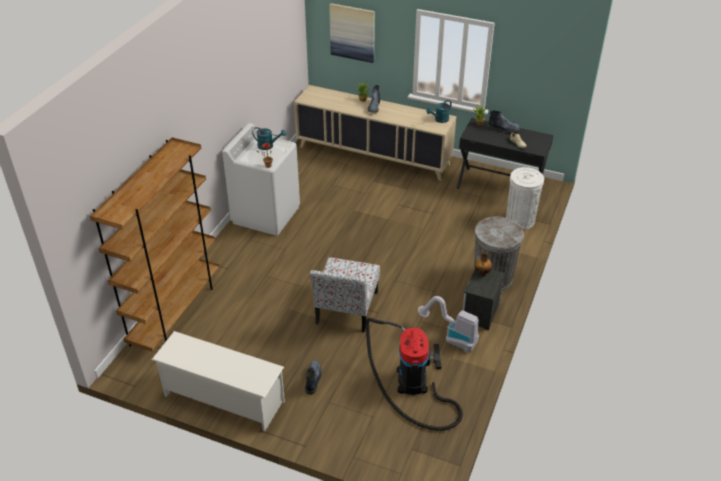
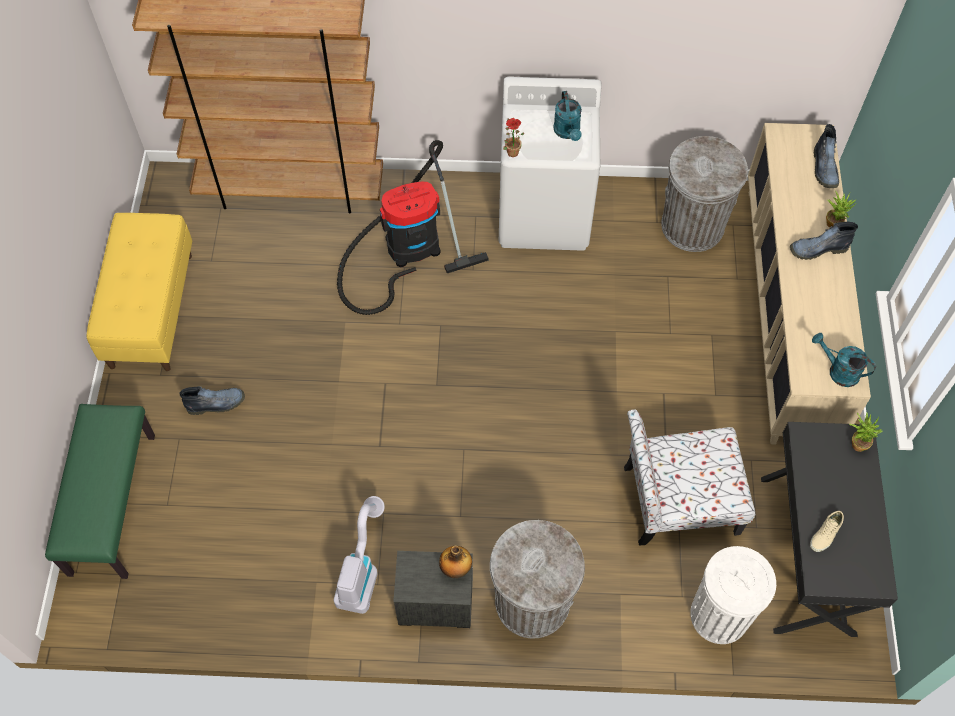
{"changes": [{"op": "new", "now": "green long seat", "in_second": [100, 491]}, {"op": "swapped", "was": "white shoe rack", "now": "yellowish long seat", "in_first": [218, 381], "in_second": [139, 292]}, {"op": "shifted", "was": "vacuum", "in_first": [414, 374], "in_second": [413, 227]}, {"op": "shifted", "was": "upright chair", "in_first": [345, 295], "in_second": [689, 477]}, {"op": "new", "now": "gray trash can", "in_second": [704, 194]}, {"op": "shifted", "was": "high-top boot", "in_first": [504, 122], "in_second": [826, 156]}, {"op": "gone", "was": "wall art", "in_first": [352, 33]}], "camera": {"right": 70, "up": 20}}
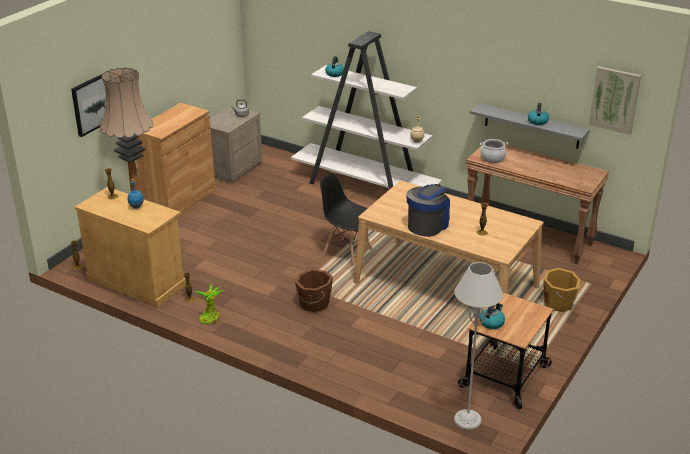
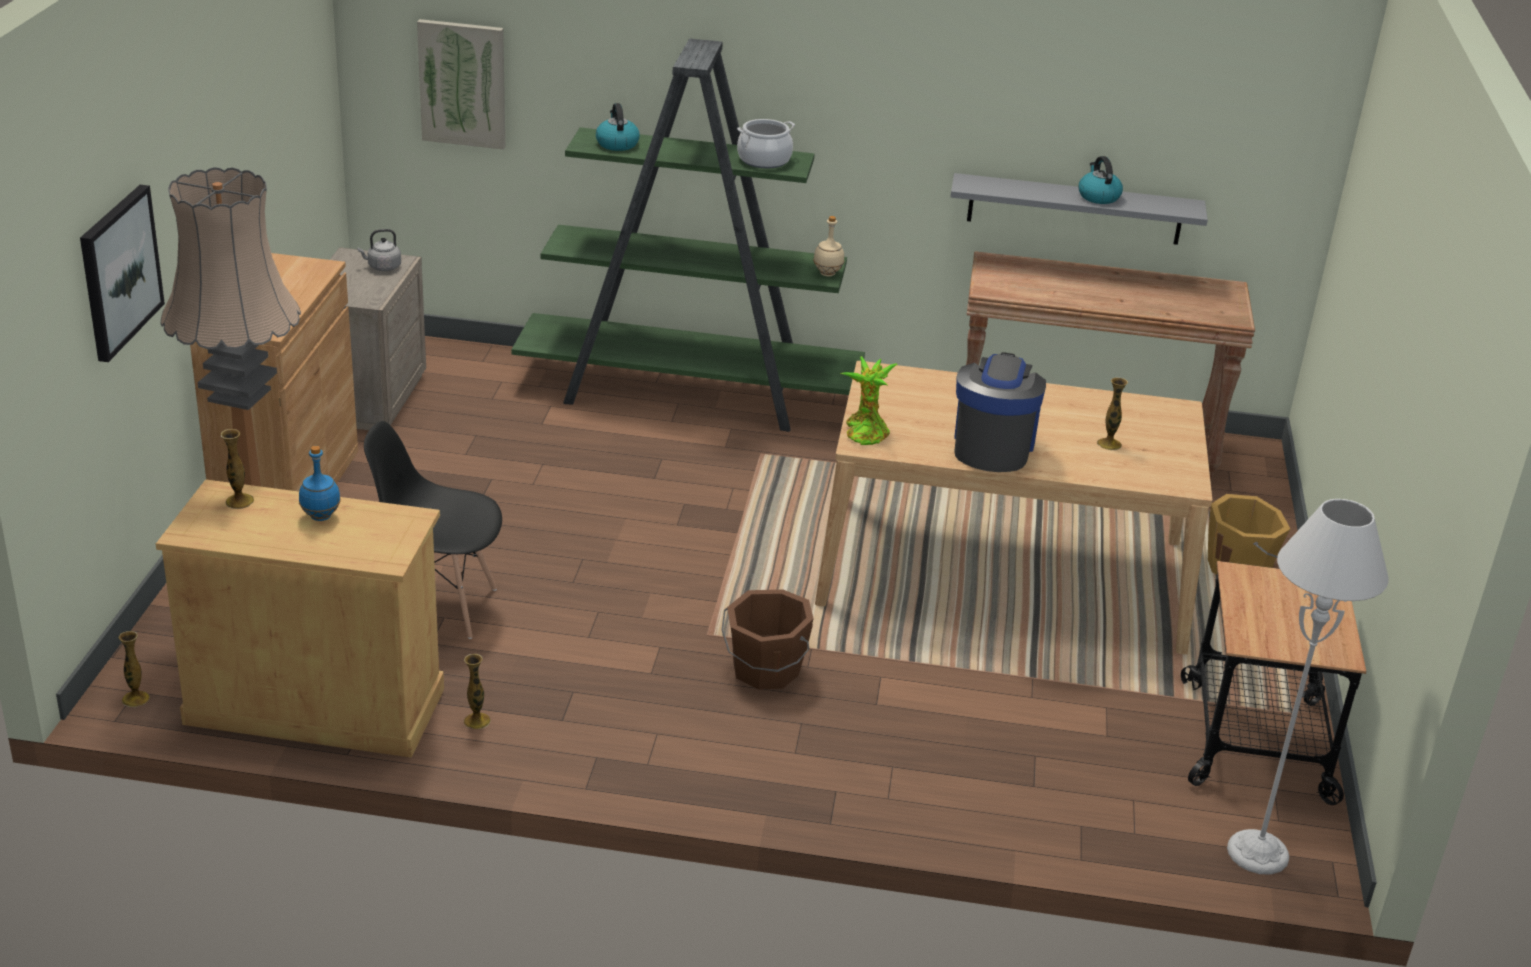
{"changes": [{"op": "shifted", "was": "black upright chair", "in_first": [346, 219], "in_second": [433, 530]}, {"op": "shifted", "was": "wall art", "in_first": [615, 100], "in_second": [461, 84]}, {"op": "repainted", "was": "white bookshelf", "now": "green bookshelf", "in_first": [366, 110], "in_second": [688, 235]}, {"op": "shifted", "was": "saucepot", "in_first": [494, 151], "in_second": [766, 143]}, {"op": "shifted", "was": "plant in a pot", "in_first": [209, 304], "in_second": [869, 400]}, {"op": "gone", "was": "tea kettle", "in_first": [492, 316]}], "camera": {"right": -25, "up": 0}}
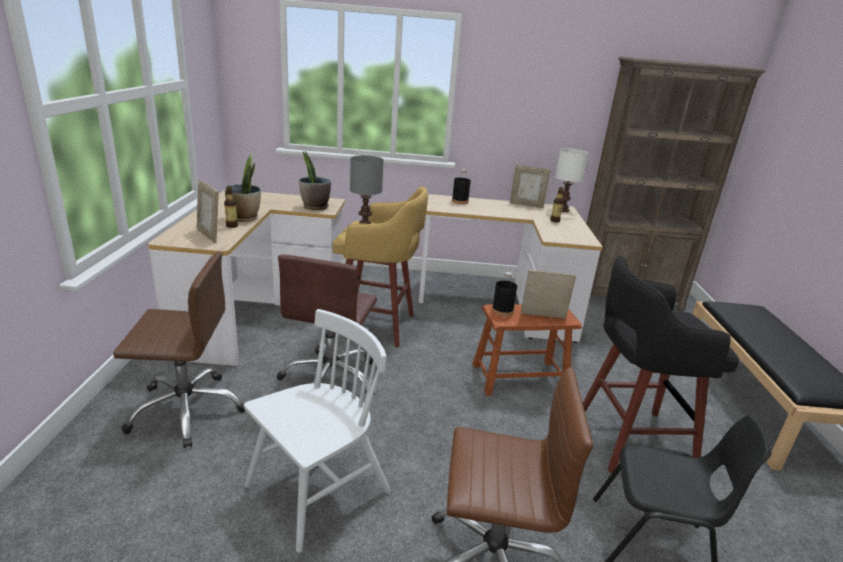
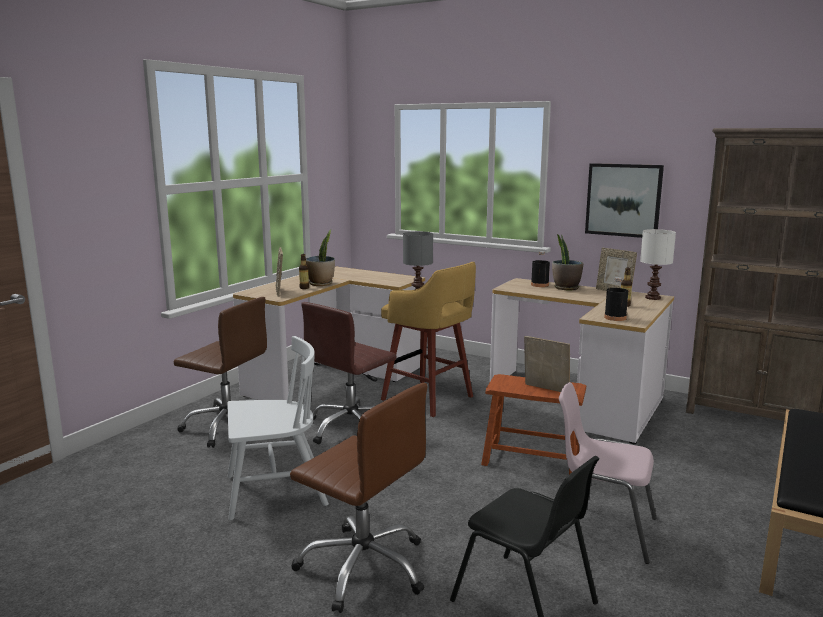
{"changes": [{"op": "shifted", "was": "plant in a pot", "in_first": [315, 180], "in_second": [567, 262]}, {"op": "swapped", "was": "black sitting stool", "now": "pinkish upright chair", "in_first": [661, 364], "in_second": [608, 473]}, {"op": "new", "now": "wall art", "in_second": [624, 200]}, {"op": "shifted", "was": "black beverage bottle", "in_first": [504, 294], "in_second": [616, 299]}], "camera": {"right": 30, "up": -10}}
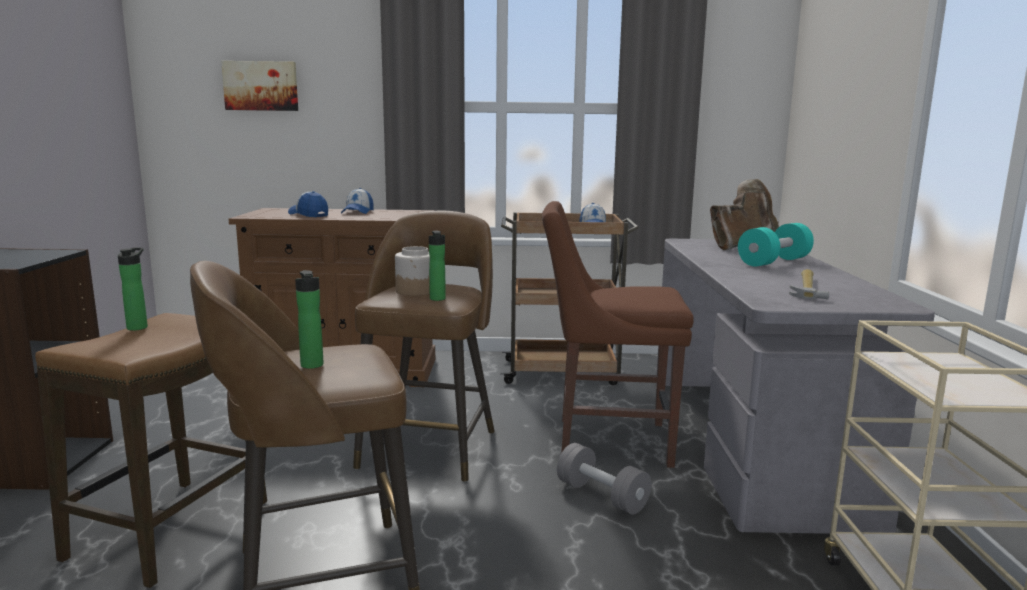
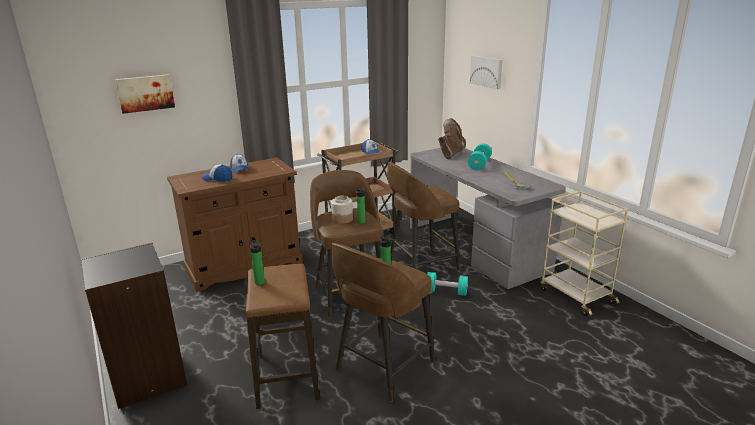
{"changes": [{"op": "swapped", "was": "brownish upright chair", "now": "brownish sitting stool", "in_first": [618, 334], "in_second": [423, 216]}, {"op": "repainted", "was": "gray free weight", "now": "blue-green free weight", "in_first": [604, 478], "in_second": [447, 284]}, {"op": "new", "now": "wall art", "in_second": [486, 72]}], "camera": {"right": -30, "up": 10}}
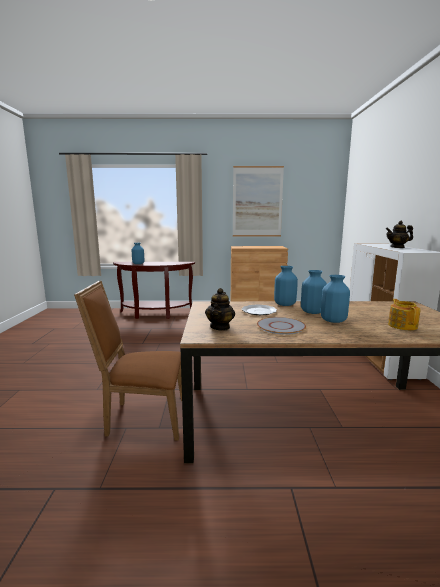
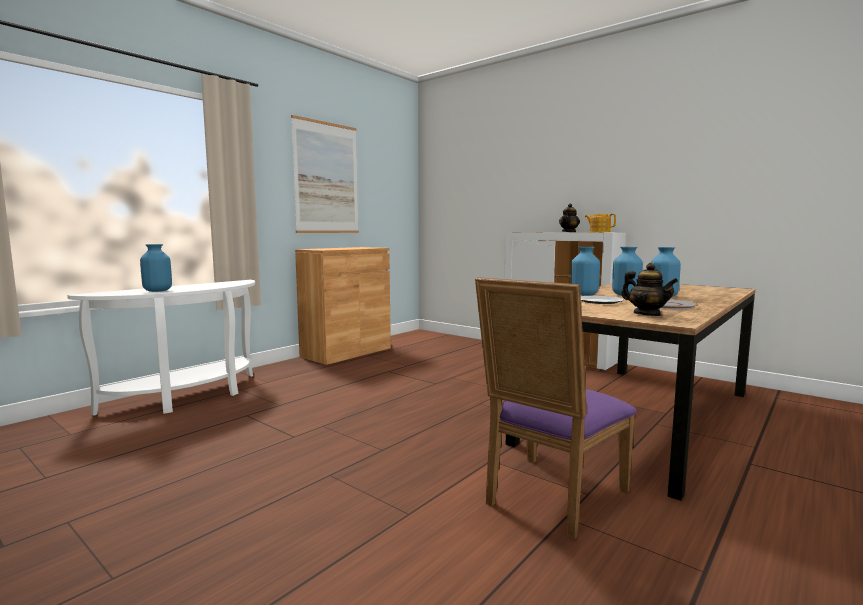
{"changes": [{"op": "repainted", "was": "brownish console table", "now": "white console table", "in_first": [154, 290], "in_second": [161, 348]}, {"op": "repainted", "was": "brownish upright chair", "now": "purple upright chair", "in_first": [128, 361], "in_second": [556, 408]}, {"op": "shifted", "was": "tea pot", "in_first": [404, 314], "in_second": [600, 223]}], "camera": {"right": -50, "up": -5}}
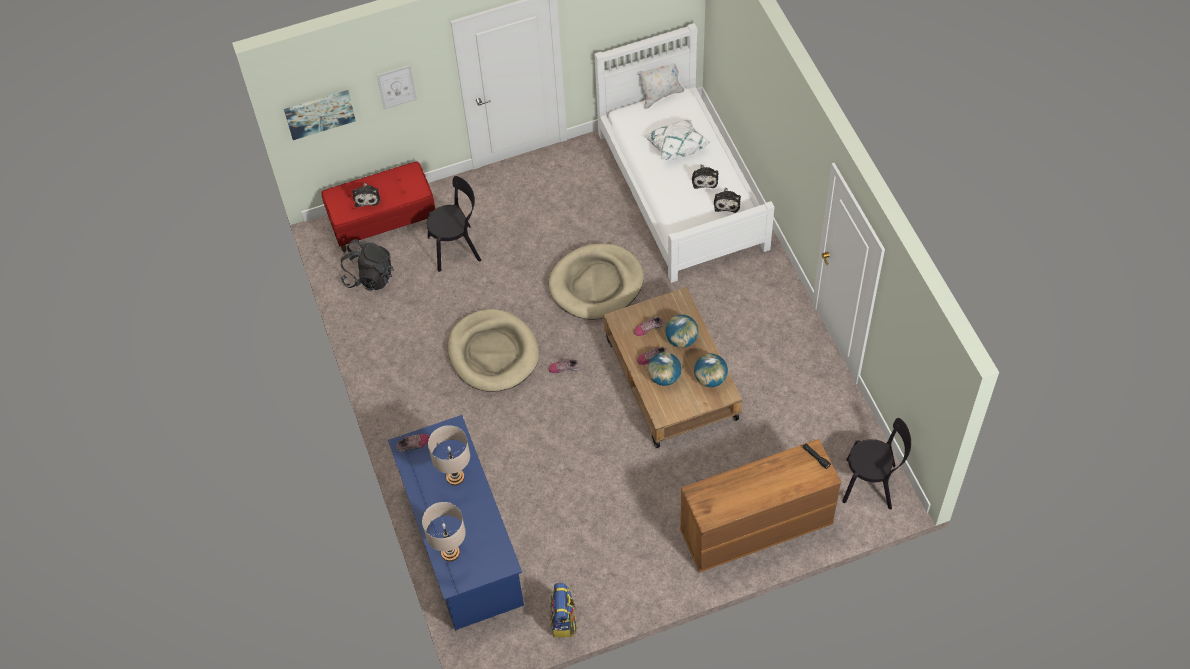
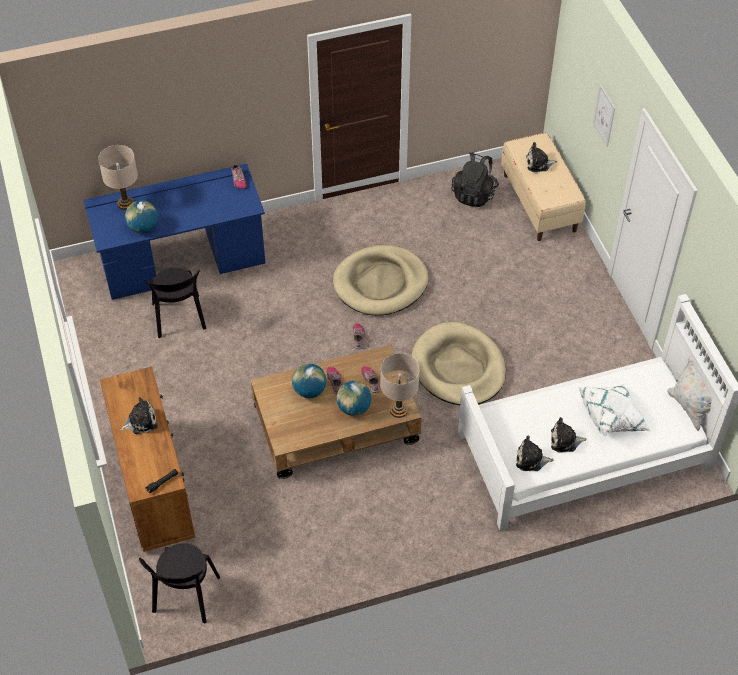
{"changes": [{"op": "new", "now": "plush toy", "in_second": [139, 415]}, {"op": "shifted", "was": "world globe", "in_first": [711, 370], "in_second": [141, 216]}, {"op": "shifted", "was": "black upright chair", "in_first": [454, 224], "in_second": [175, 303]}, {"op": "shifted", "was": "beige-coloured table lamp", "in_first": [449, 455], "in_second": [400, 385]}, {"op": "repainted", "was": "red long seat", "now": "beige-coloured long seat", "in_first": [378, 207], "in_second": [543, 187]}, {"op": "gone", "was": "wall art", "in_first": [320, 115]}, {"op": "gone", "was": "rucksack", "in_first": [563, 610]}], "camera": {"right": 90, "up": -5}}
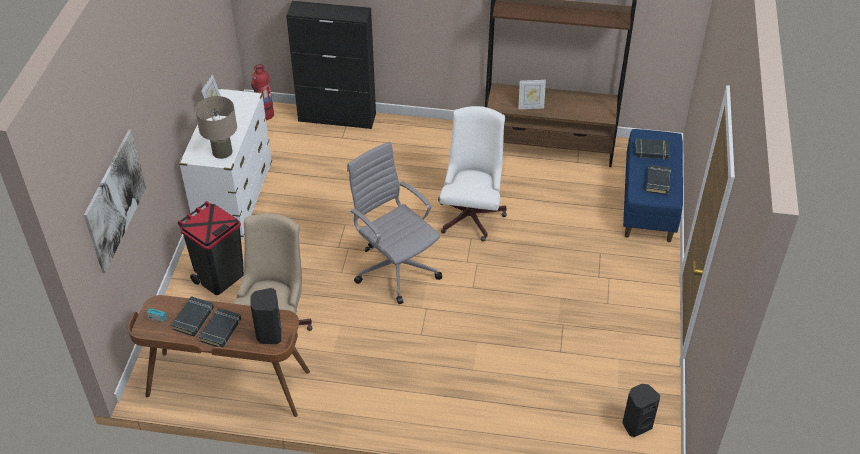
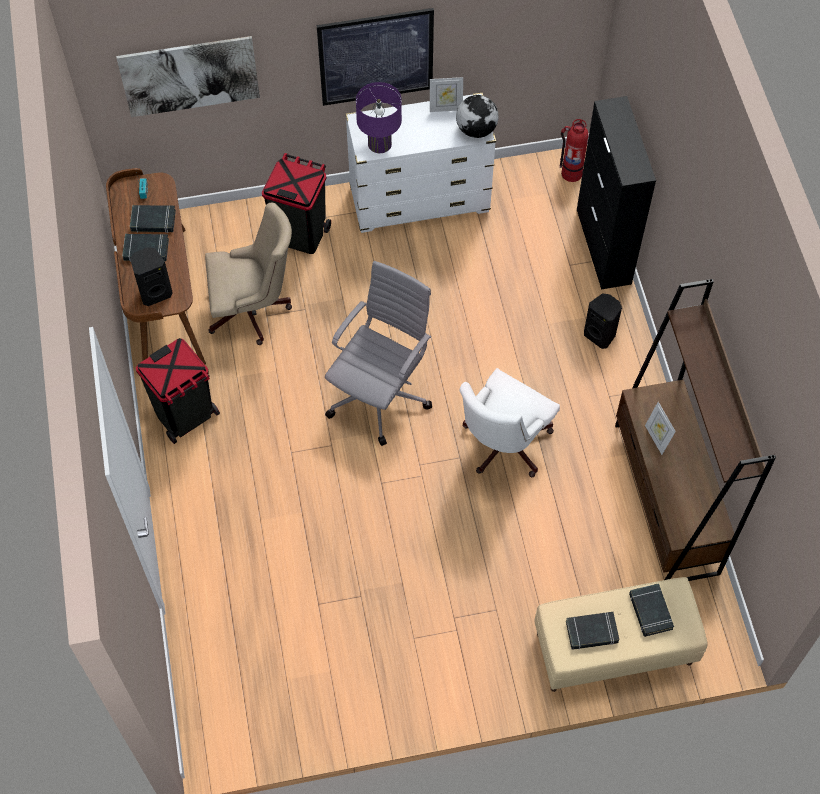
{"changes": [{"op": "new", "now": "black trash can", "in_second": [178, 391]}, {"op": "new", "now": "wall art", "in_second": [375, 57]}, {"op": "repainted", "was": "beige-coloured table lamp", "now": "purple table lamp", "in_first": [216, 127], "in_second": [379, 117]}, {"op": "new", "now": "world globe", "in_second": [477, 116]}, {"op": "rotated", "was": "white computer chair", "in_first": [472, 174], "in_second": [510, 422], "clockwise": 135}, {"op": "repainted", "was": "bluish long seat", "now": "beige-coloured long seat", "in_first": [653, 185], "in_second": [621, 634]}, {"op": "shifted", "was": "black speaker", "in_first": [641, 410], "in_second": [603, 321]}], "camera": {"right": 70, "up": 15}}
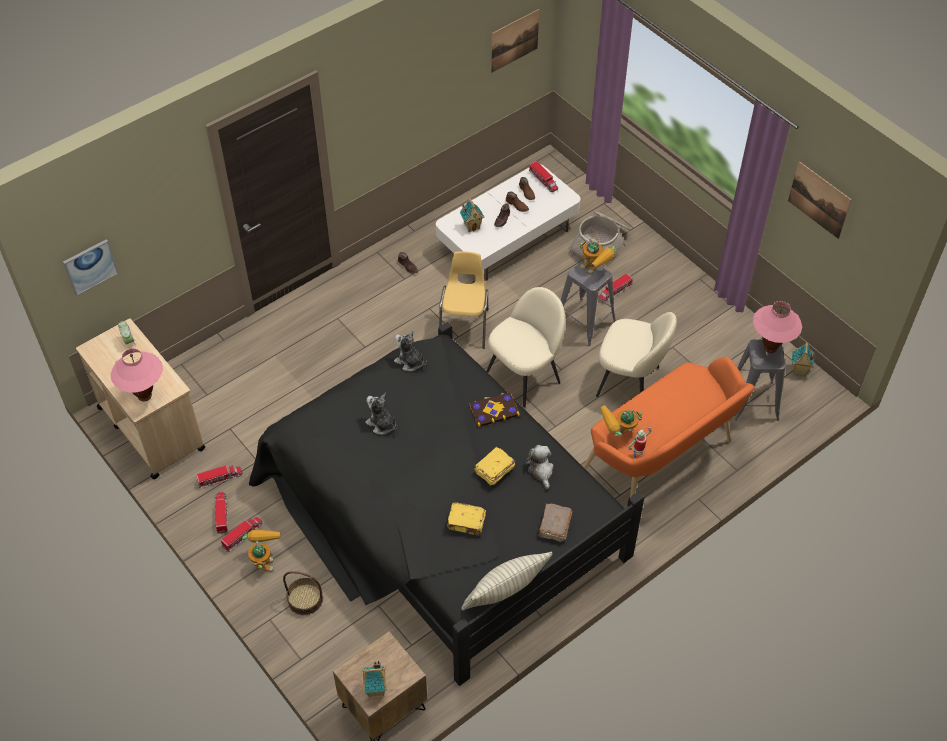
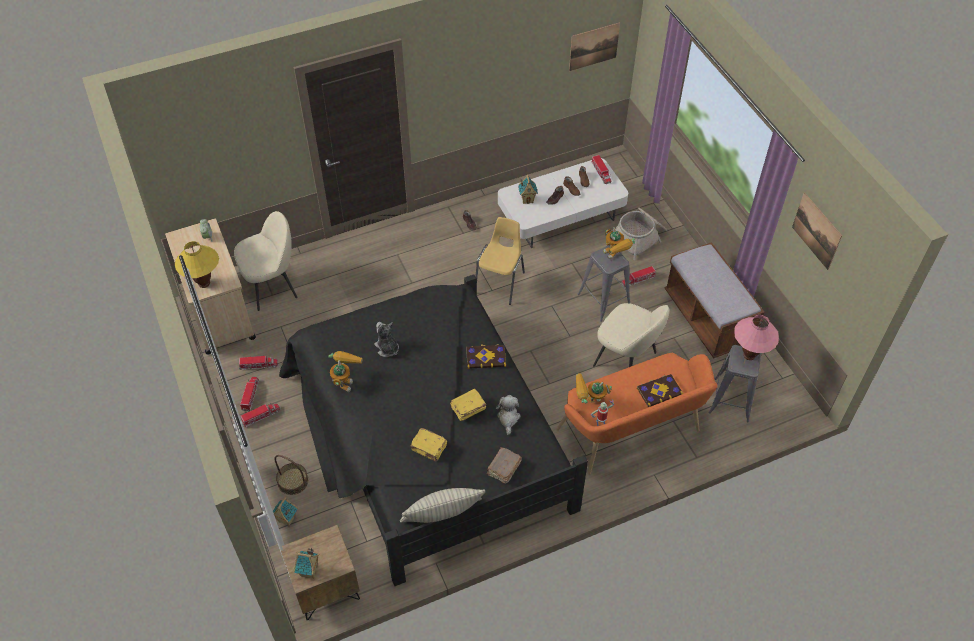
{"changes": [{"op": "repainted", "was": "pinkish table lamp", "now": "yellowish table lamp", "in_first": [136, 375], "in_second": [197, 264]}, {"op": "shifted", "was": "beige-coloured upright chair", "in_first": [525, 347], "in_second": [265, 261]}, {"op": "shifted", "was": "miniature house", "in_first": [803, 359], "in_second": [285, 512]}, {"op": "shifted", "was": "toy robot", "in_first": [261, 551], "in_second": [345, 371]}, {"op": "new", "now": "book", "in_second": [660, 390]}, {"op": "new", "now": "brownish long seat", "in_second": [715, 300]}, {"op": "gone", "was": "wall art", "in_first": [90, 267]}, {"op": "gone", "was": "plush toy", "in_first": [410, 351]}], "camera": {"right": 15, "up": 0}}
